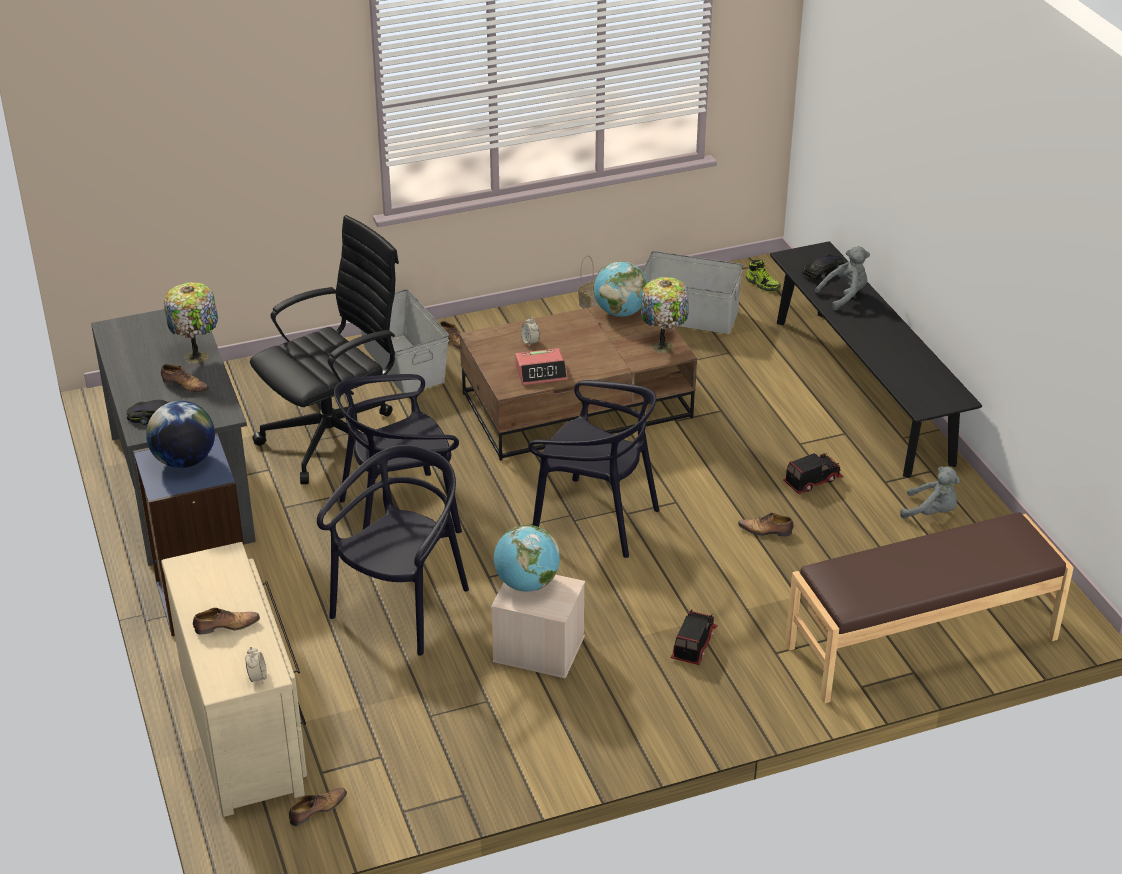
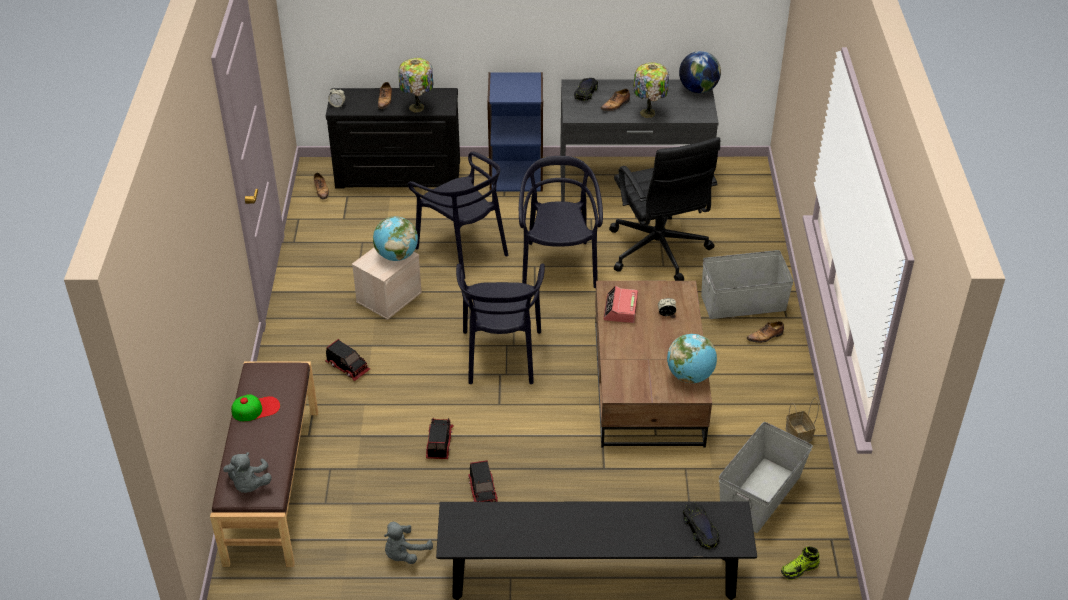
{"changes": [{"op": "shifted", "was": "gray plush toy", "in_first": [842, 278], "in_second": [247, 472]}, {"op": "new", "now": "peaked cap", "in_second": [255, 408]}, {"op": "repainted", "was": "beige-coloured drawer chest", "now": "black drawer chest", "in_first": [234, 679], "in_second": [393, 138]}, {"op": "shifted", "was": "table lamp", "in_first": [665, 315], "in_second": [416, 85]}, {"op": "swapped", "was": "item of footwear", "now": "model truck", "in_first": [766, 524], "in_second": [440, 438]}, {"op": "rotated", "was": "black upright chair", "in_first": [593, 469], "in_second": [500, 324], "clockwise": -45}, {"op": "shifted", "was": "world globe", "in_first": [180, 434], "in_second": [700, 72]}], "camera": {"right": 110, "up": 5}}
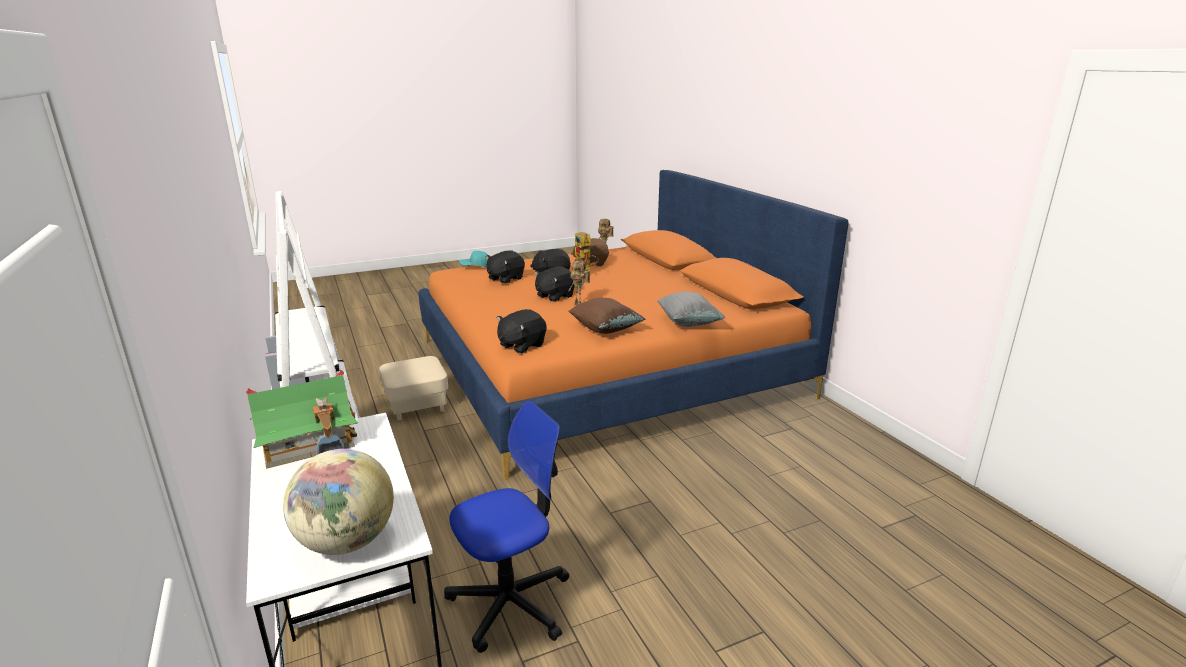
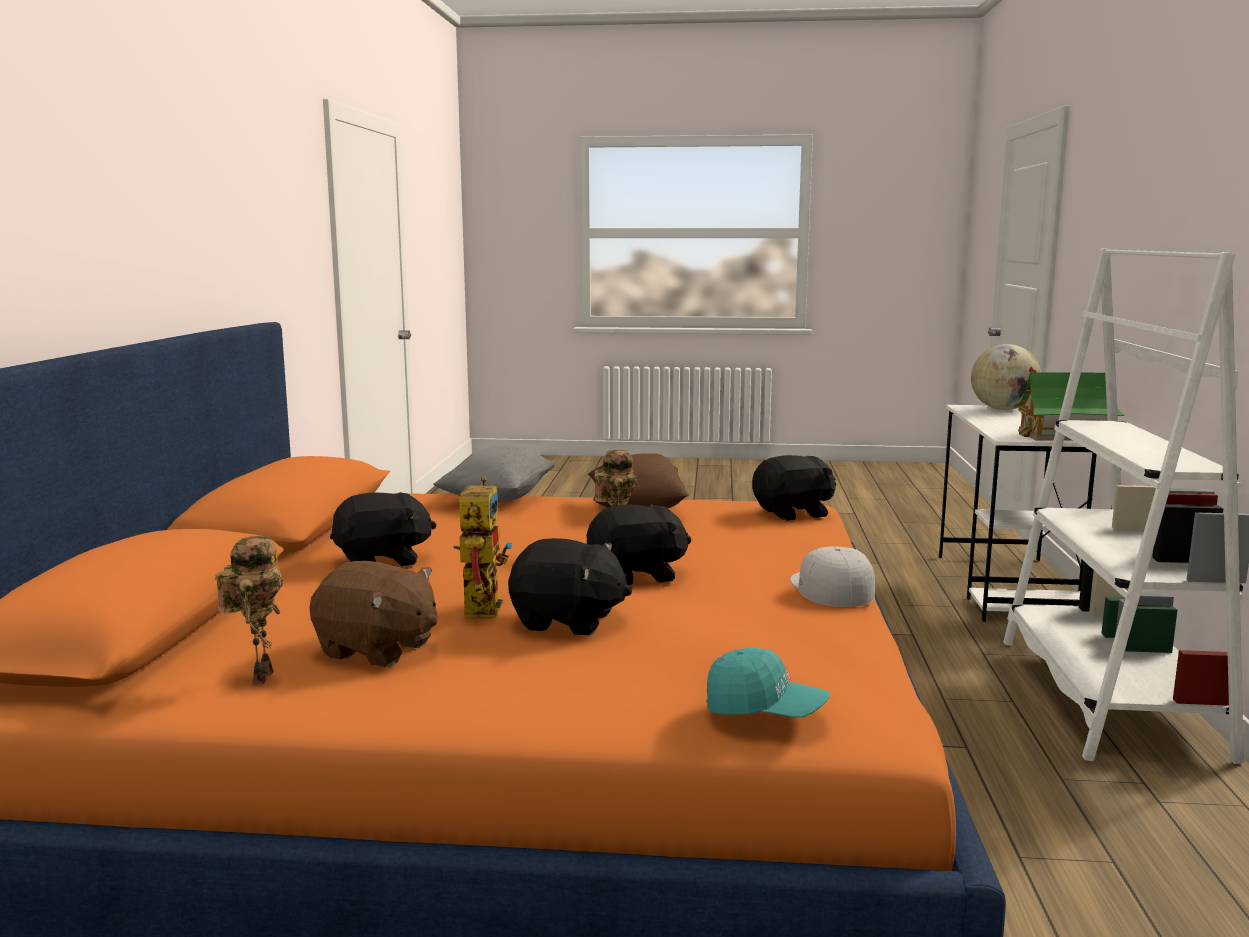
{"changes": [{"op": "shifted", "was": "black plush toy", "in_first": [505, 267], "in_second": [383, 529]}, {"op": "new", "now": "white peaked cap", "in_second": [832, 576]}, {"op": "gone", "was": "beige-coloured footrest", "in_first": [413, 388]}, {"op": "gone", "was": "computer chair", "in_first": [506, 527]}], "camera": {"right": -150, "up": -10}}
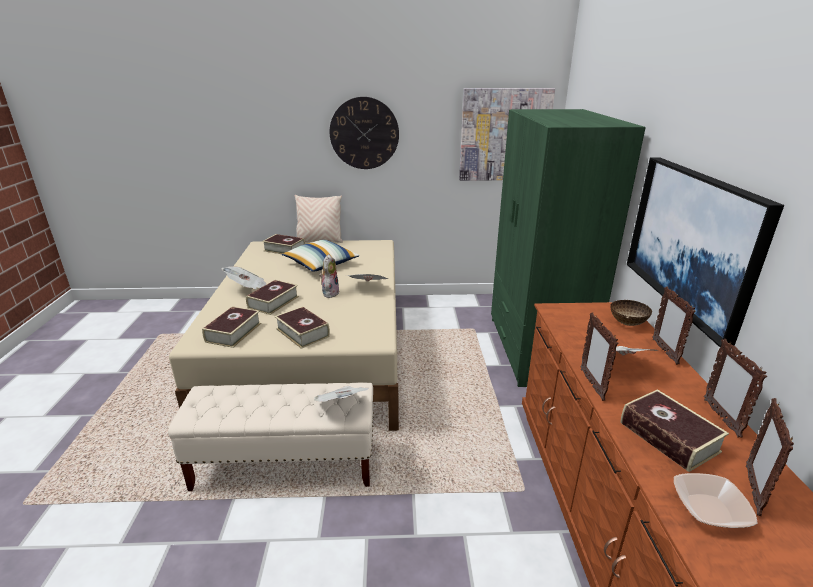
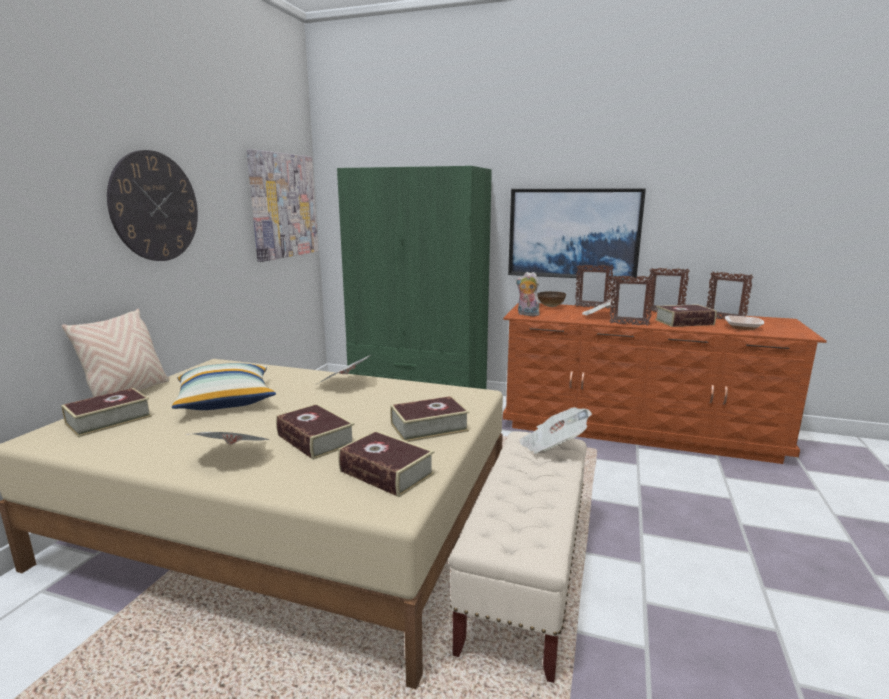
{"changes": [{"op": "shifted", "was": "plush toy", "in_first": [329, 276], "in_second": [528, 294]}], "camera": {"right": -70, "up": -10}}
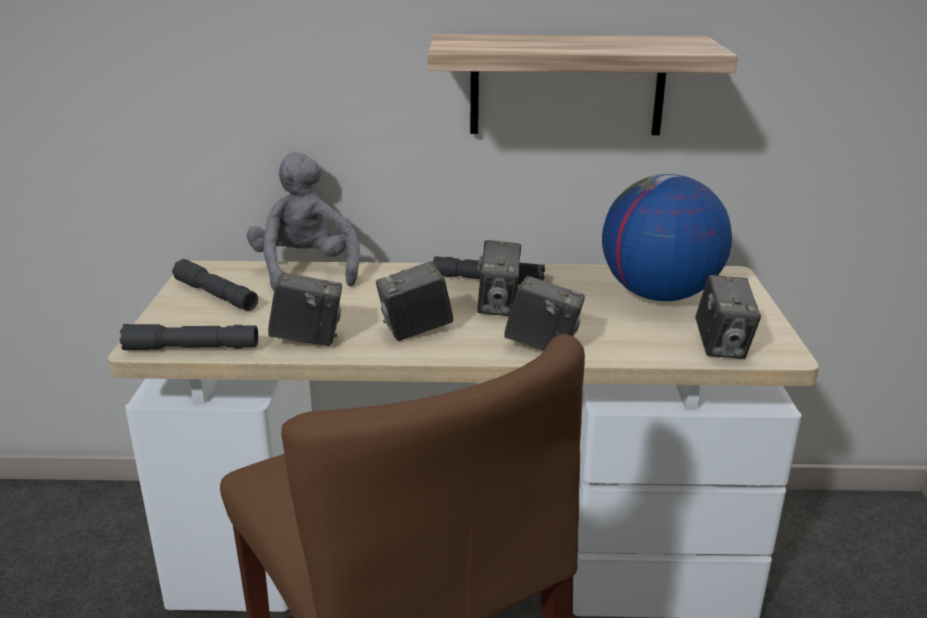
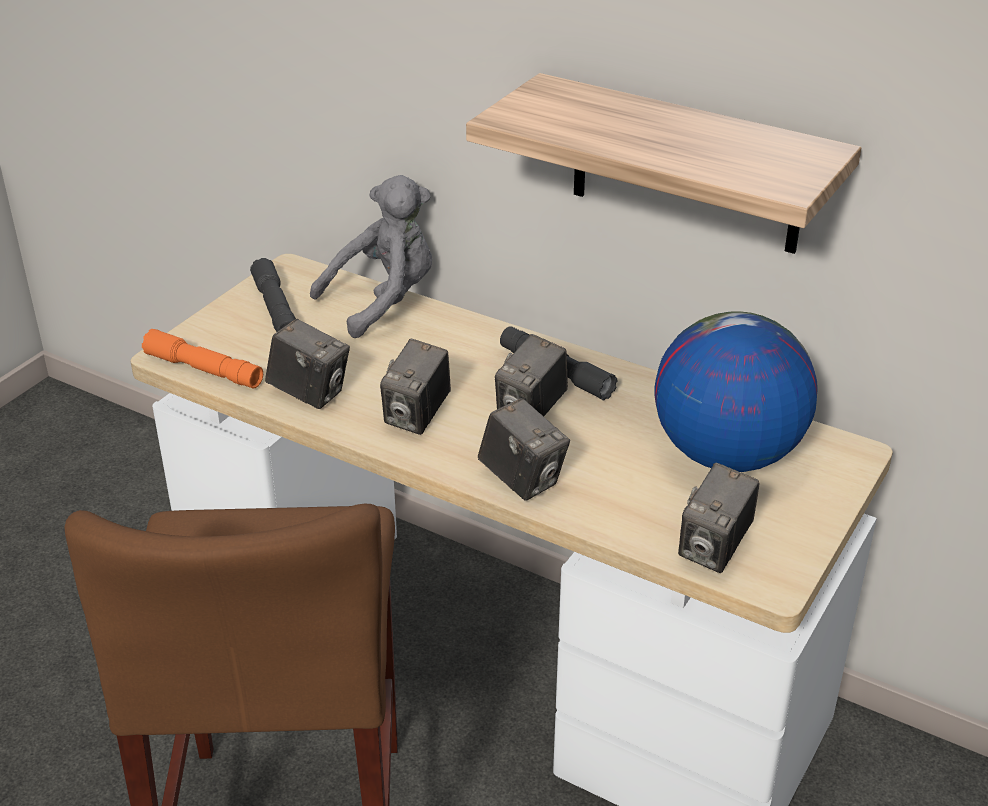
{"changes": [{"op": "repainted", "was": "gray torch", "now": "orange torch", "in_first": [189, 337], "in_second": [202, 358]}, {"op": "rotated", "was": "gray plush toy", "in_first": [303, 221], "in_second": [371, 256], "clockwise": 45}, {"op": "rotated", "was": "still camera", "in_first": [414, 301], "in_second": [415, 387], "clockwise": -75}], "camera": {"right": 30, "up": 10}}
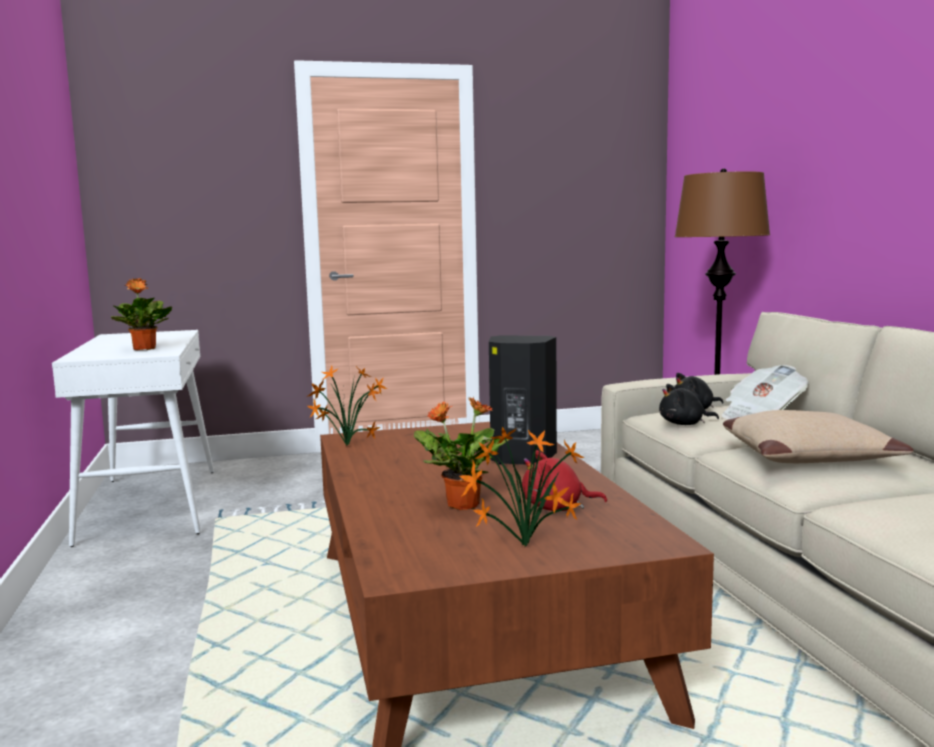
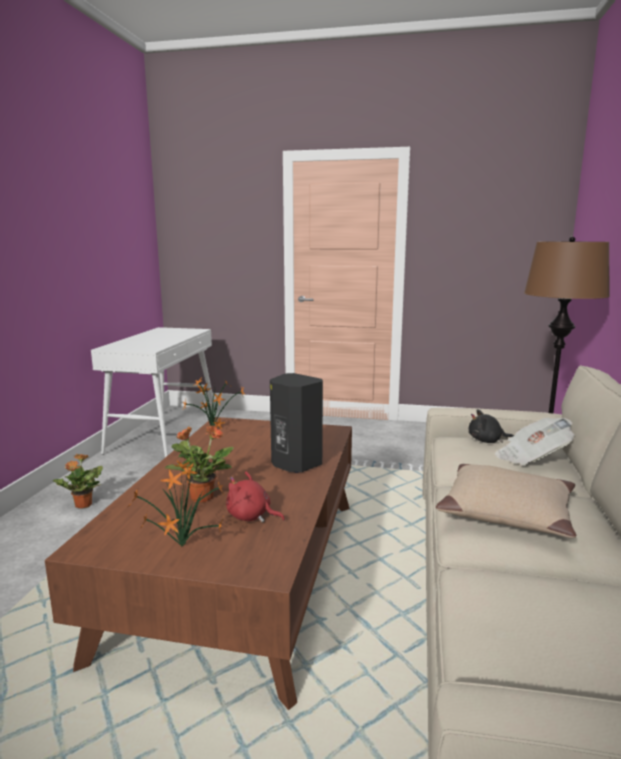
{"changes": [{"op": "shifted", "was": "plant in a pot", "in_first": [141, 314], "in_second": [78, 480]}, {"op": "gone", "was": "black plush toy", "in_first": [689, 404]}], "camera": {"right": 25, "up": 5}}
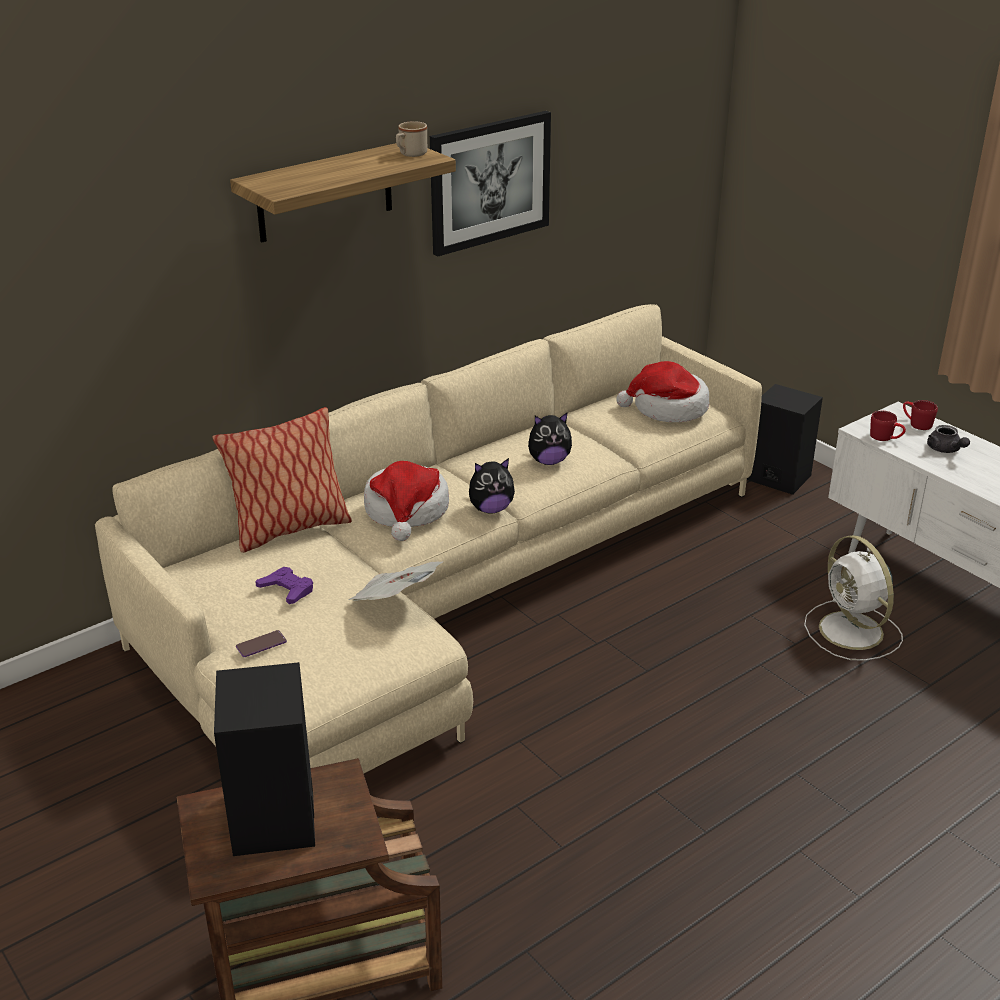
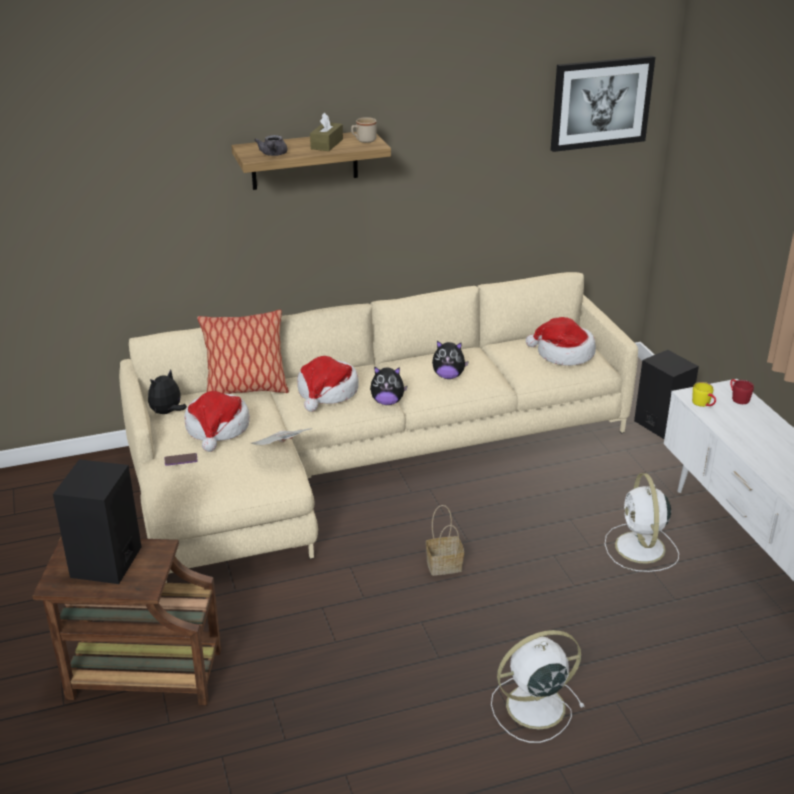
{"changes": [{"op": "new", "now": "plush toy", "in_second": [167, 392]}, {"op": "swapped", "was": "purple joypad", "now": "wearable hat", "in_first": [284, 585], "in_second": [217, 421]}, {"op": "shifted", "was": "gray tea pot", "in_first": [948, 439], "in_second": [271, 145]}, {"op": "new", "now": "brownish tissue box", "in_second": [326, 131]}, {"op": "new", "now": "storage basket", "in_second": [445, 540]}, {"op": "new", "now": "white electric fan", "in_second": [537, 686]}, {"op": "shifted", "was": "wall art", "in_first": [490, 184], "in_second": [603, 104]}, {"op": "repainted", "was": "red coffee mug", "now": "yellowish coffee mug", "in_first": [888, 426], "in_second": [704, 394]}], "camera": {"right": 20, "up": 0}}
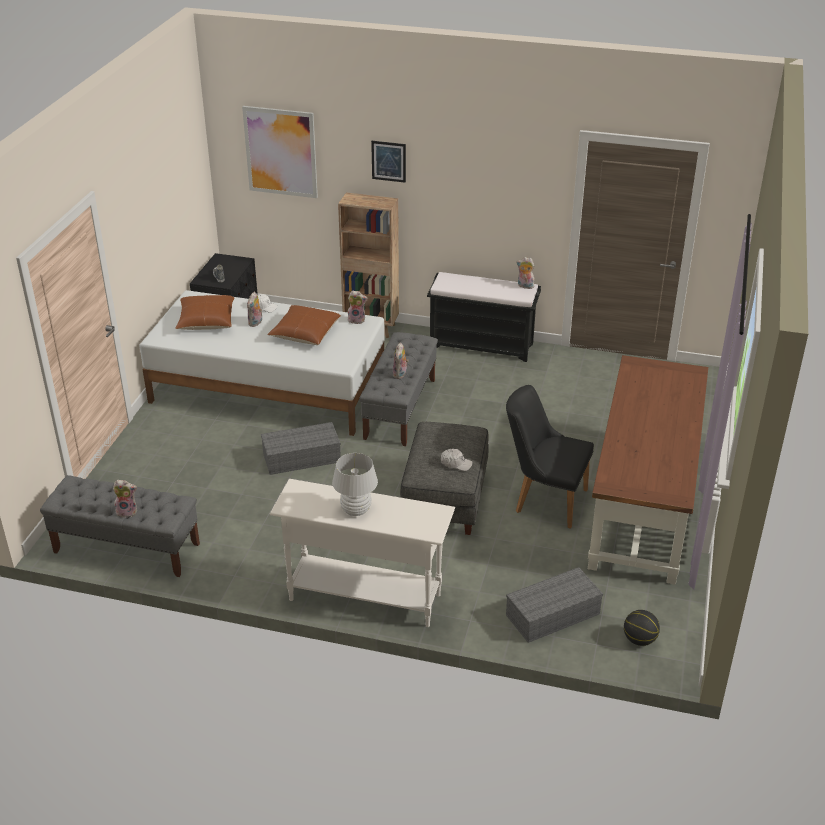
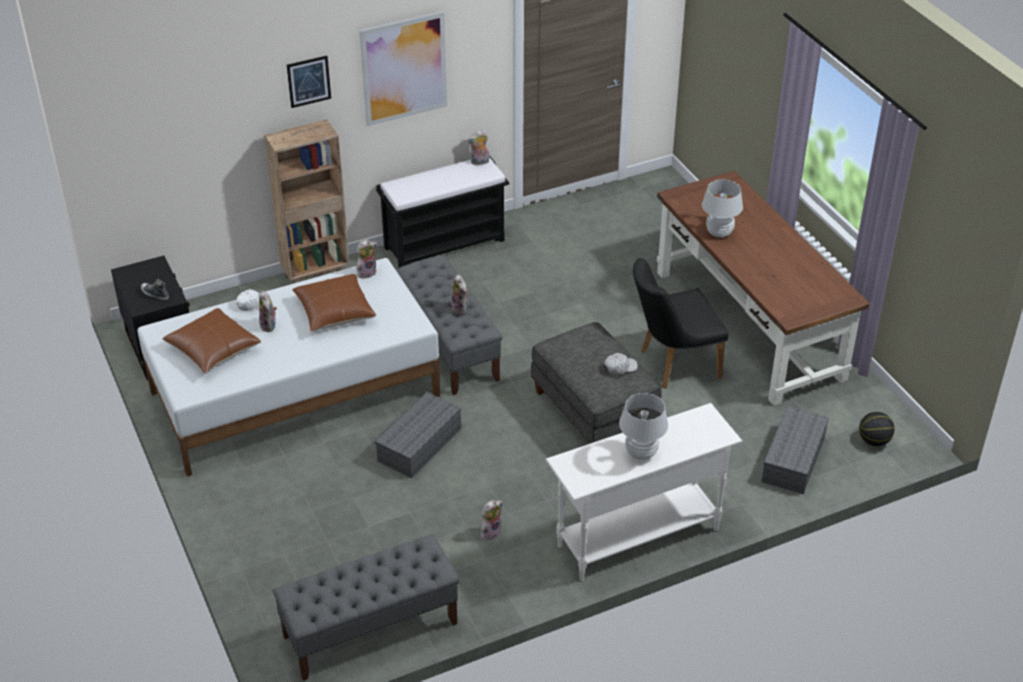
{"changes": [{"op": "shifted", "was": "wall art", "in_first": [280, 152], "in_second": [403, 68]}, {"op": "shifted", "was": "plush toy", "in_first": [125, 499], "in_second": [491, 520]}, {"op": "new", "now": "white table lamp", "in_second": [722, 208]}], "camera": {"right": -40, "up": 5}}
